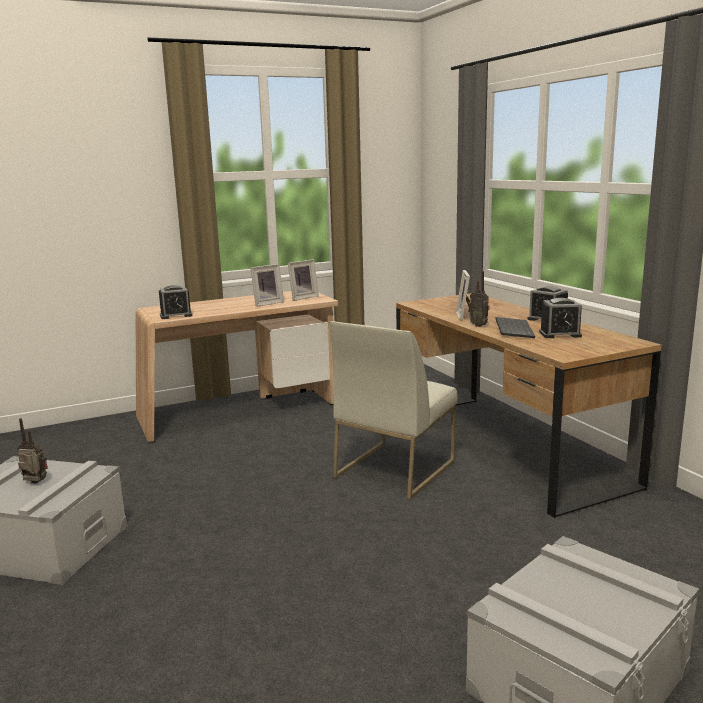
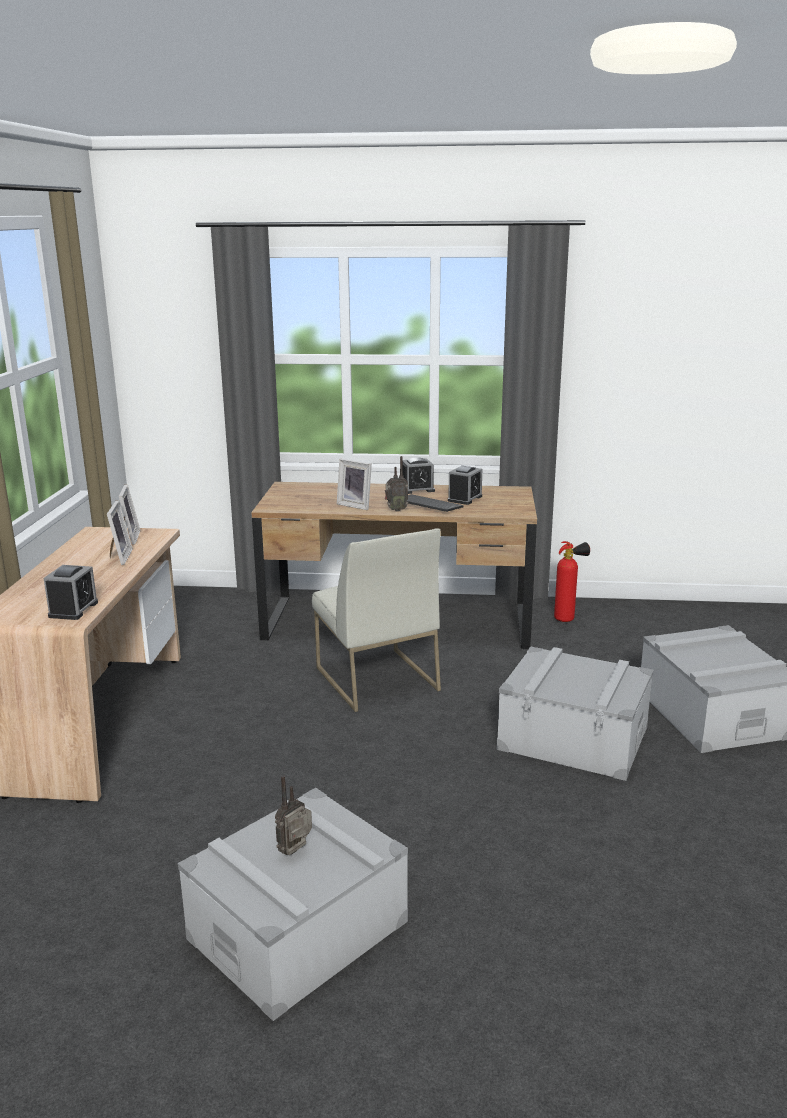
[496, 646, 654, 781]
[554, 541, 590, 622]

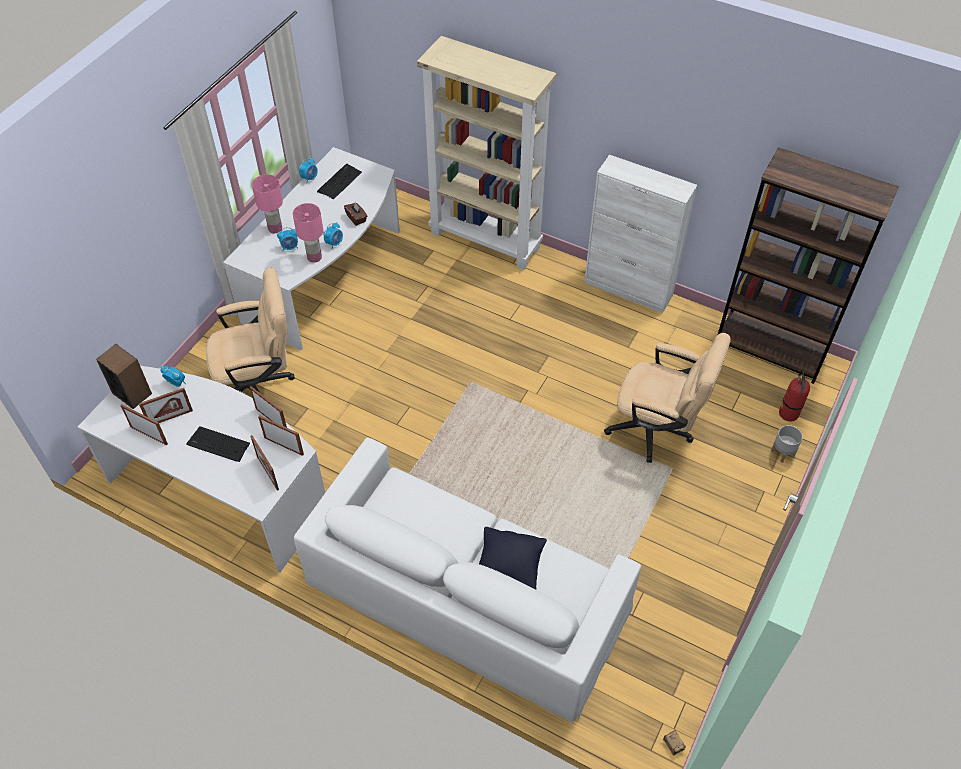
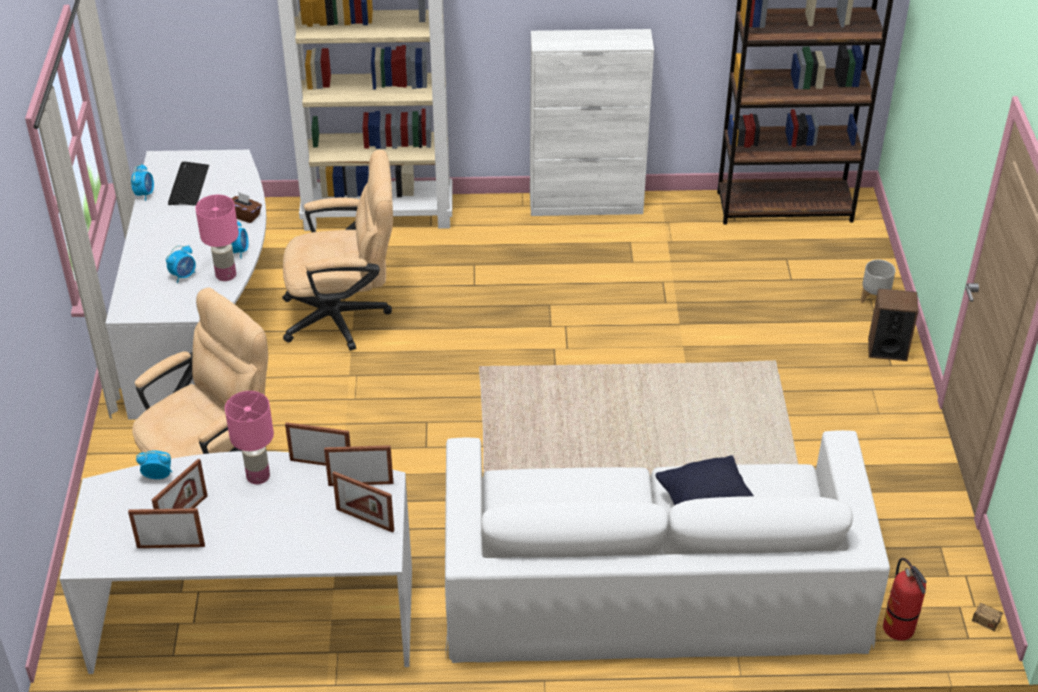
[868, 288, 918, 361]
[186, 426, 250, 462] (first image)
[225, 391, 274, 484]
[282, 150, 393, 351]
[883, 558, 927, 641]

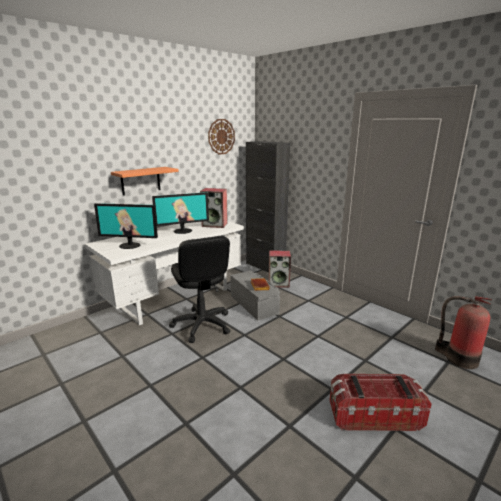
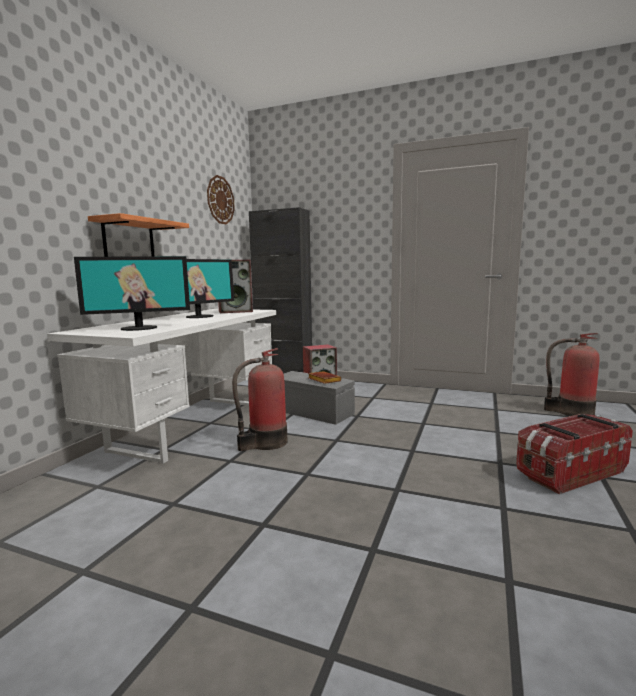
[232, 348, 287, 451]

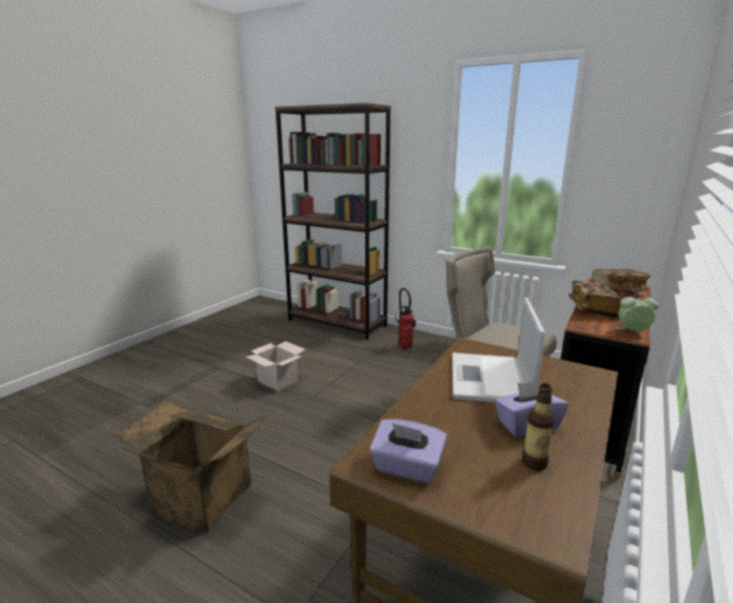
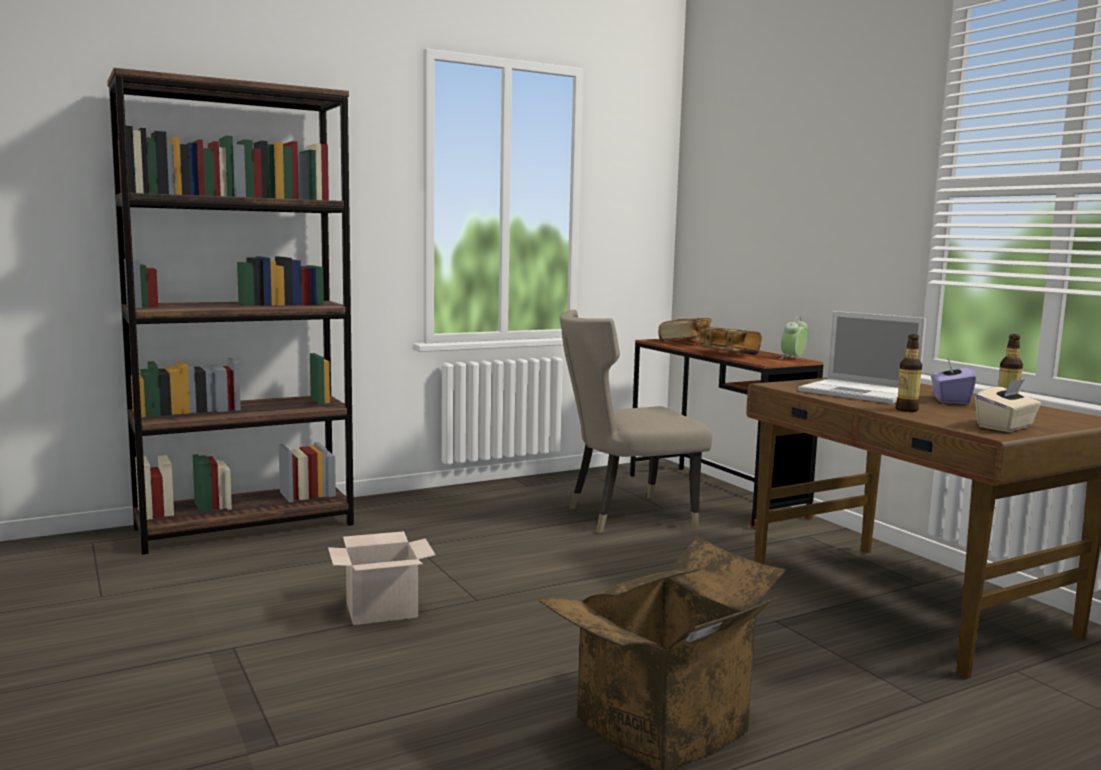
[975, 379, 1041, 432]
[395, 288, 416, 349] (first image)
[896, 334, 922, 412]

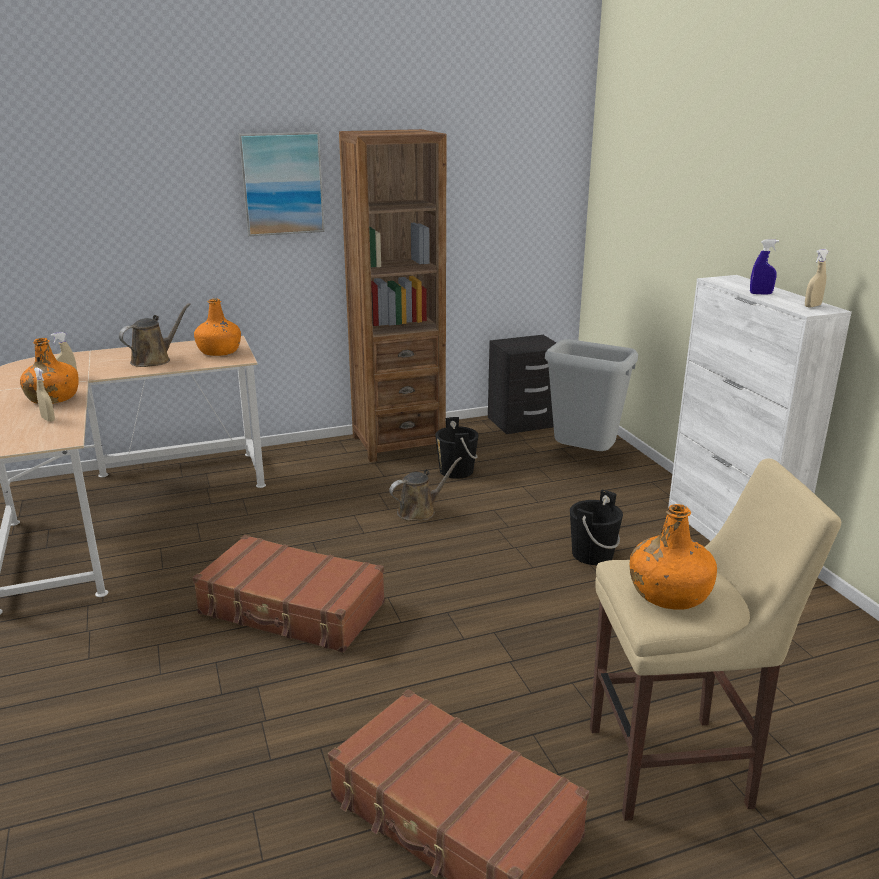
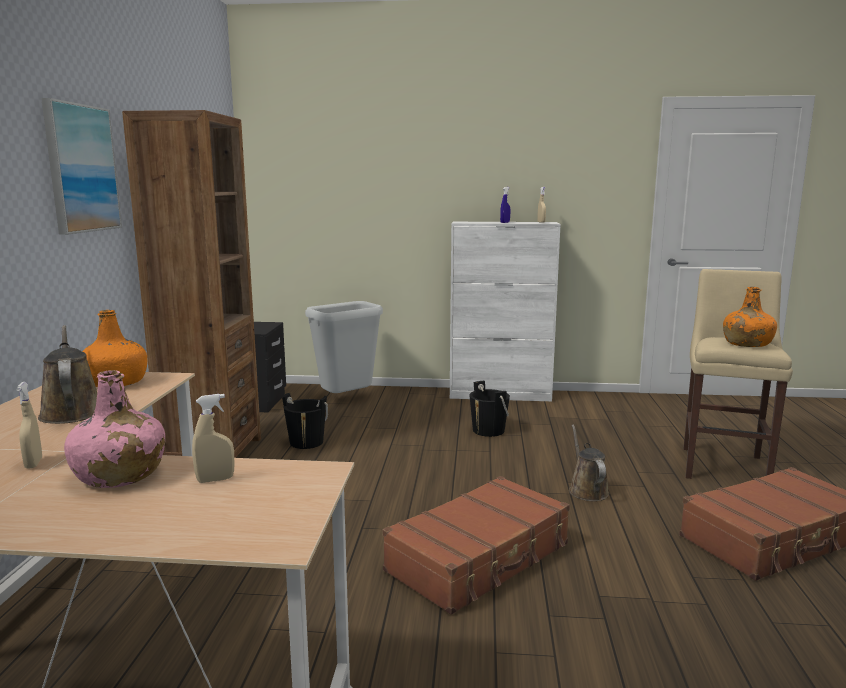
[64, 370, 165, 488]
[569, 424, 609, 502]

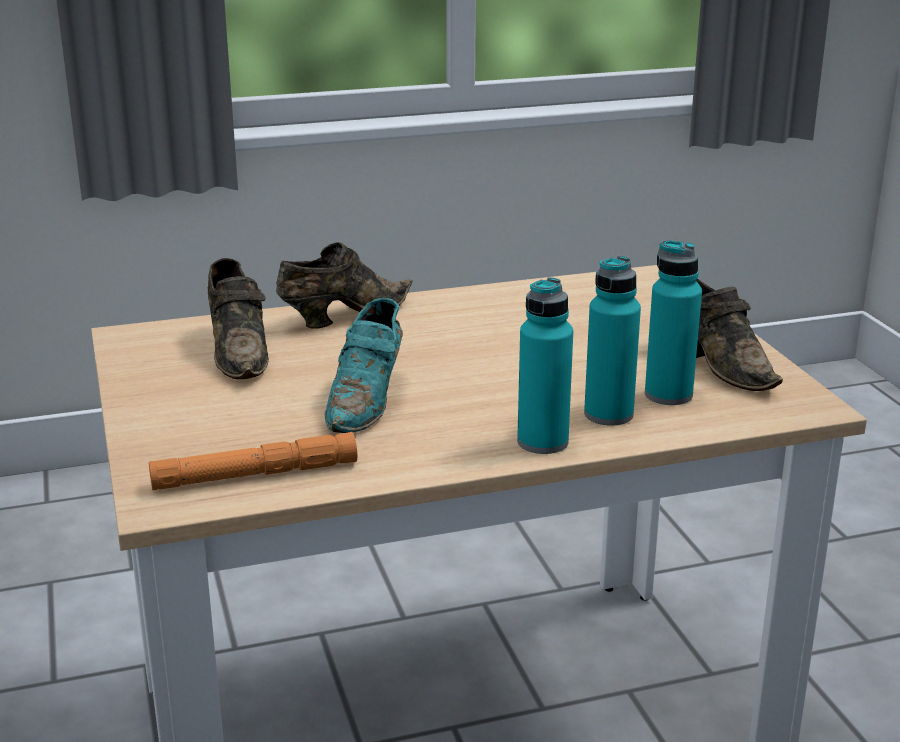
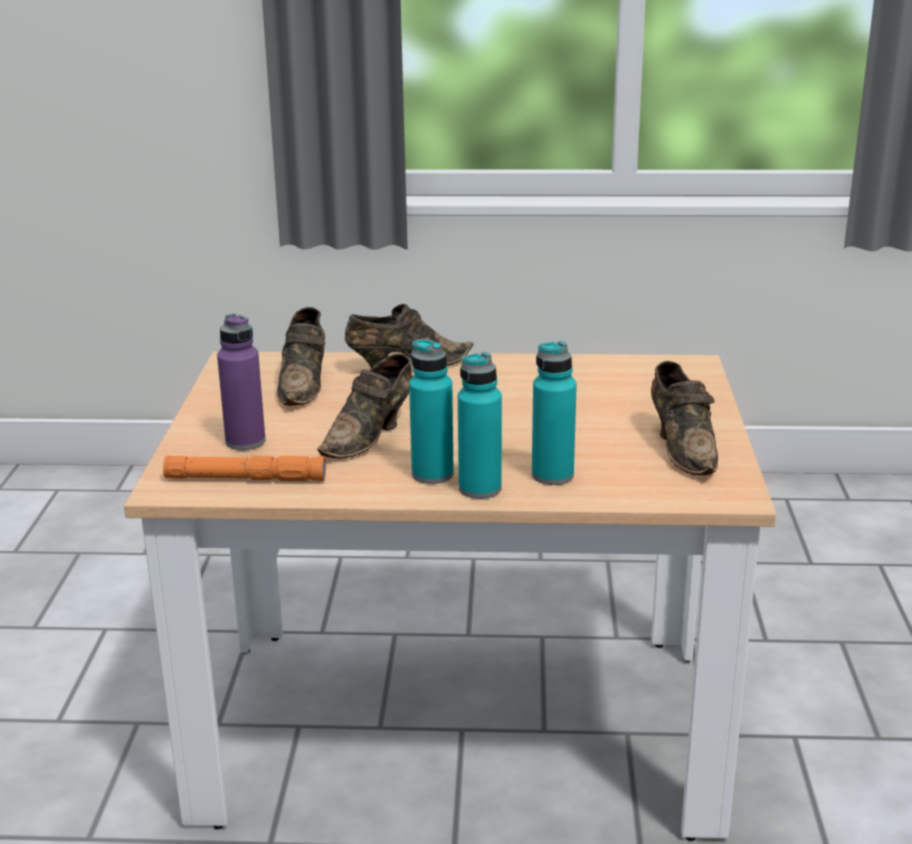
[317, 354, 413, 459]
[409, 339, 454, 484]
[217, 313, 266, 450]

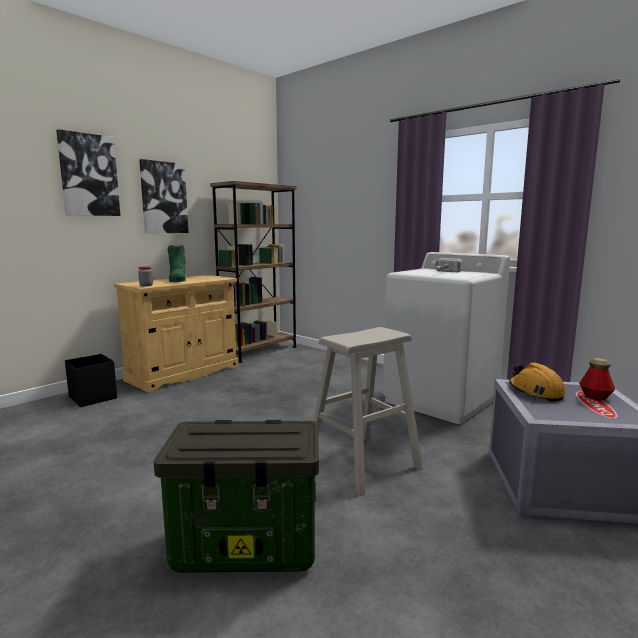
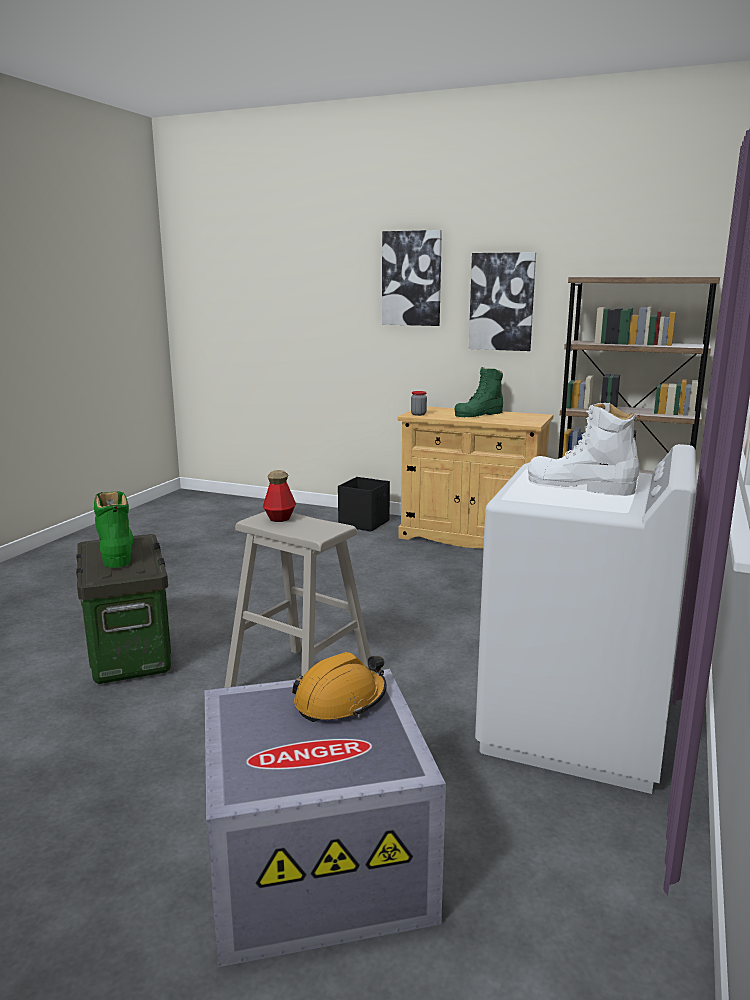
[528, 403, 640, 496]
[263, 470, 296, 522]
[94, 491, 133, 568]

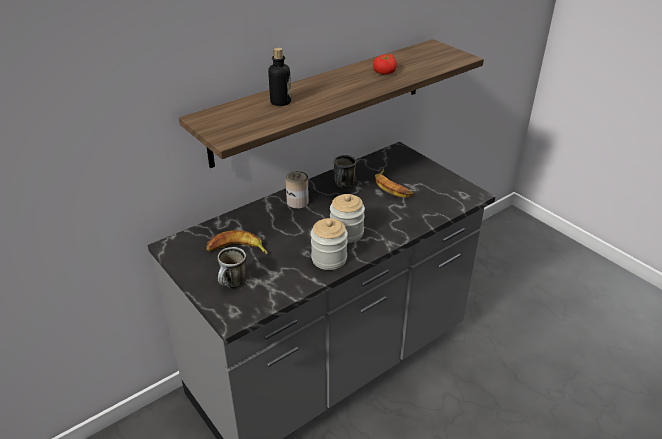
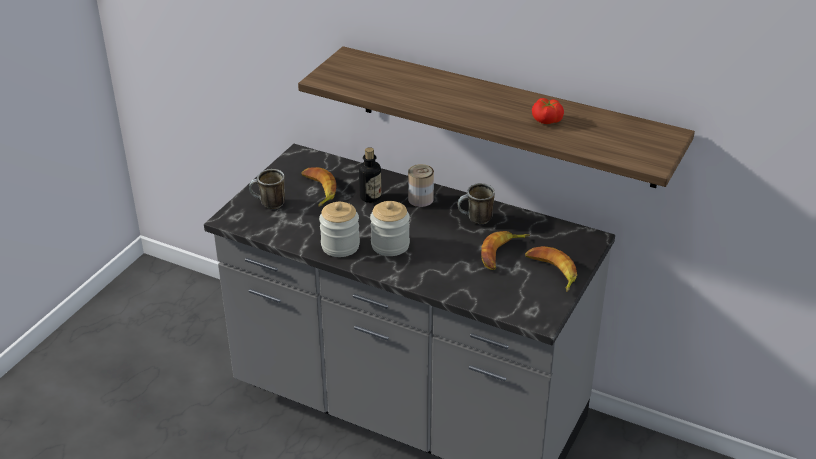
[359, 147, 381, 203]
[525, 246, 577, 292]

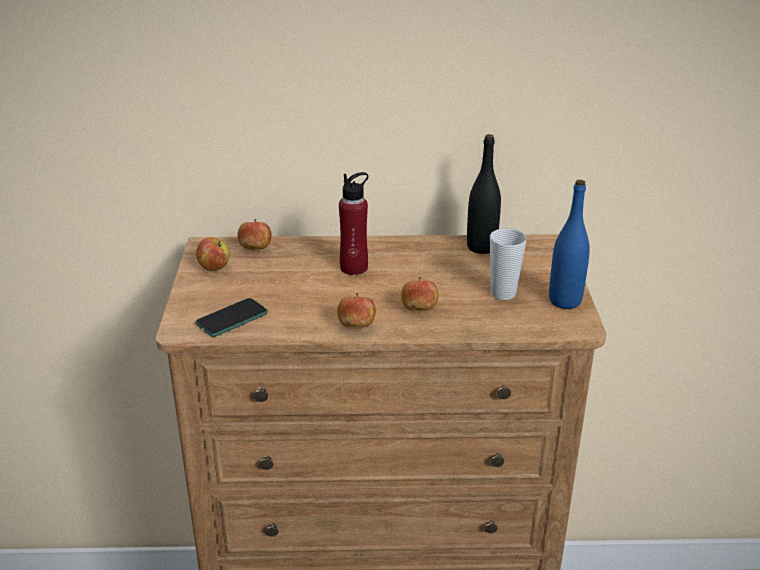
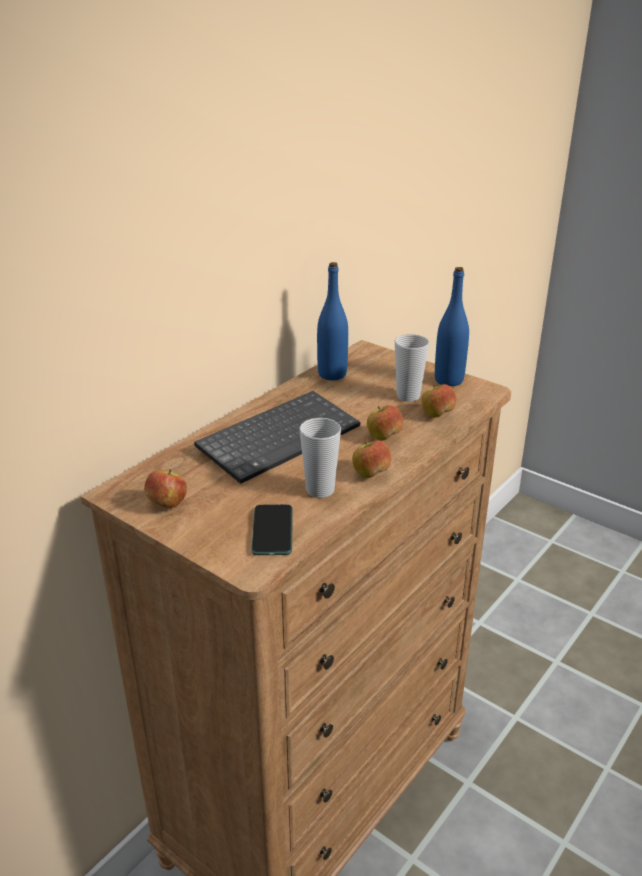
[421, 384, 456, 417]
[194, 391, 361, 484]
[317, 262, 348, 380]
[299, 418, 341, 498]

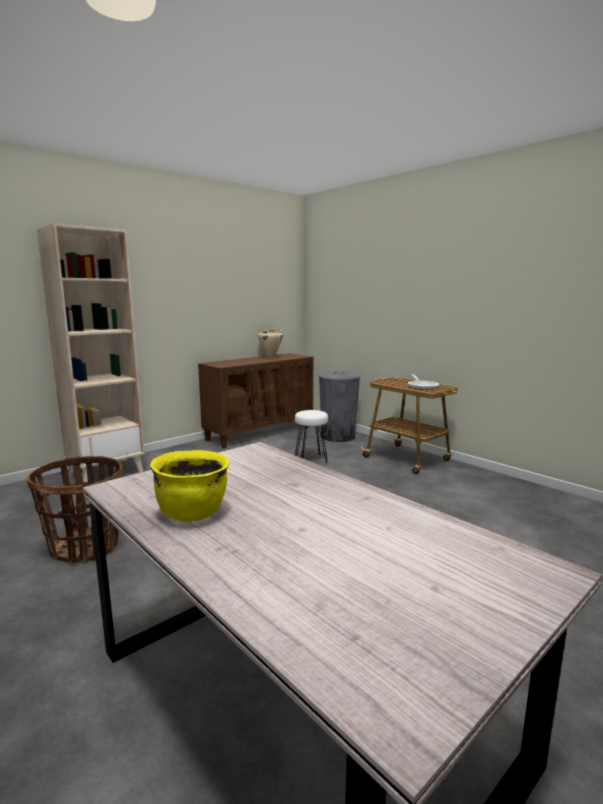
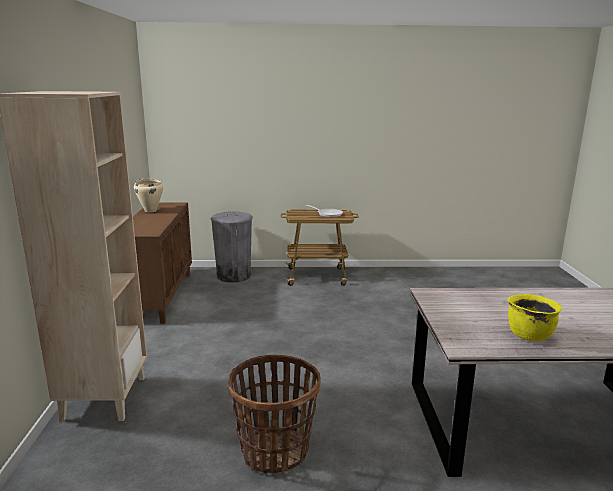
[295, 410, 328, 463] (first image)

